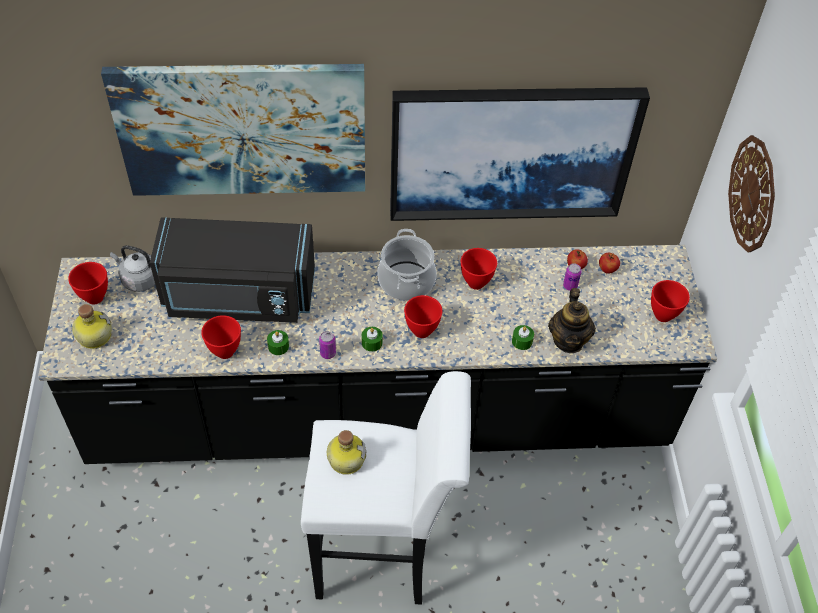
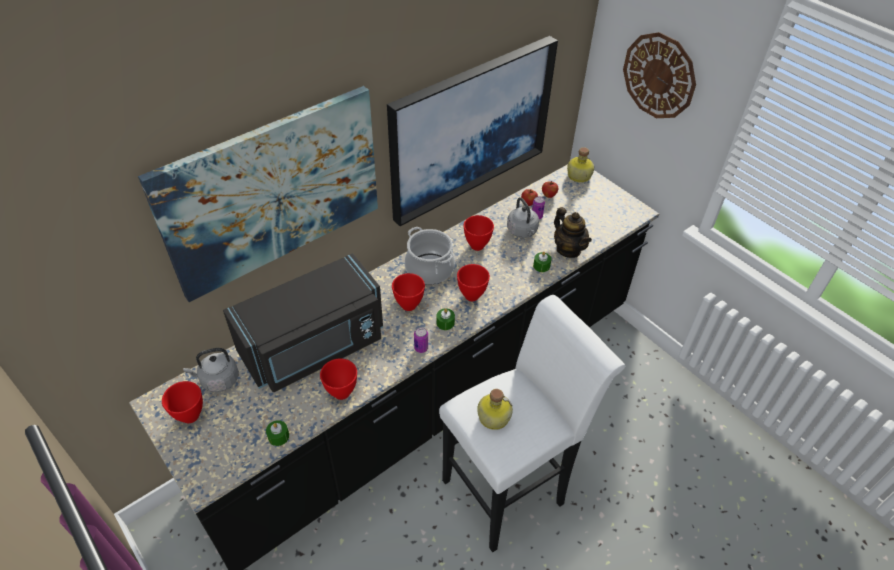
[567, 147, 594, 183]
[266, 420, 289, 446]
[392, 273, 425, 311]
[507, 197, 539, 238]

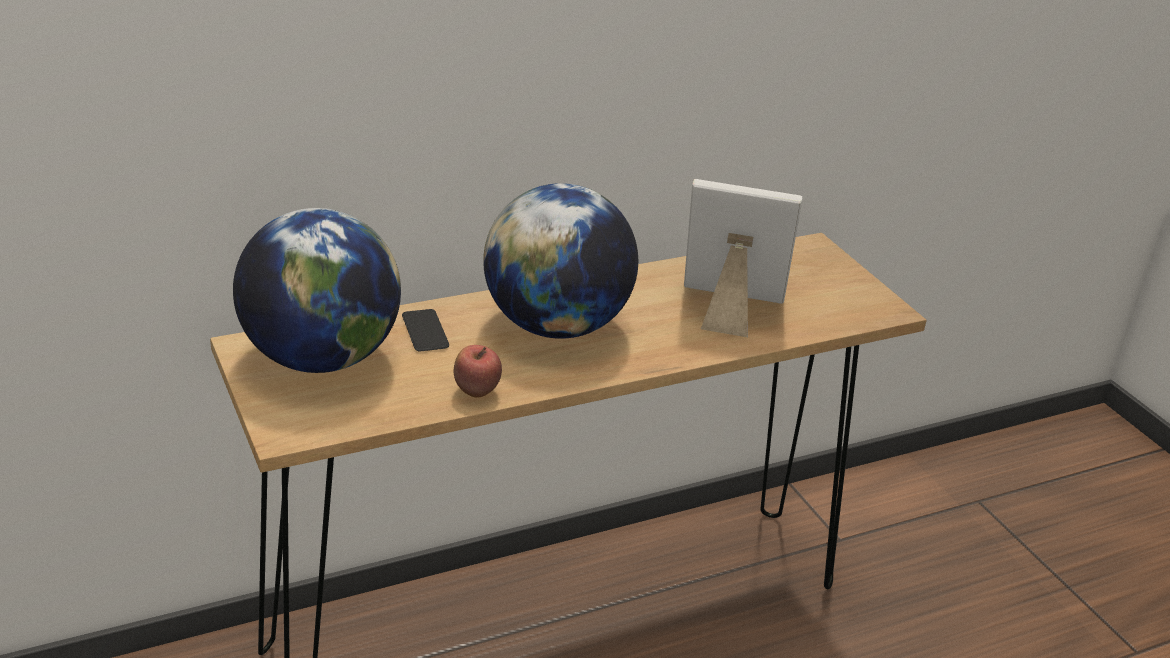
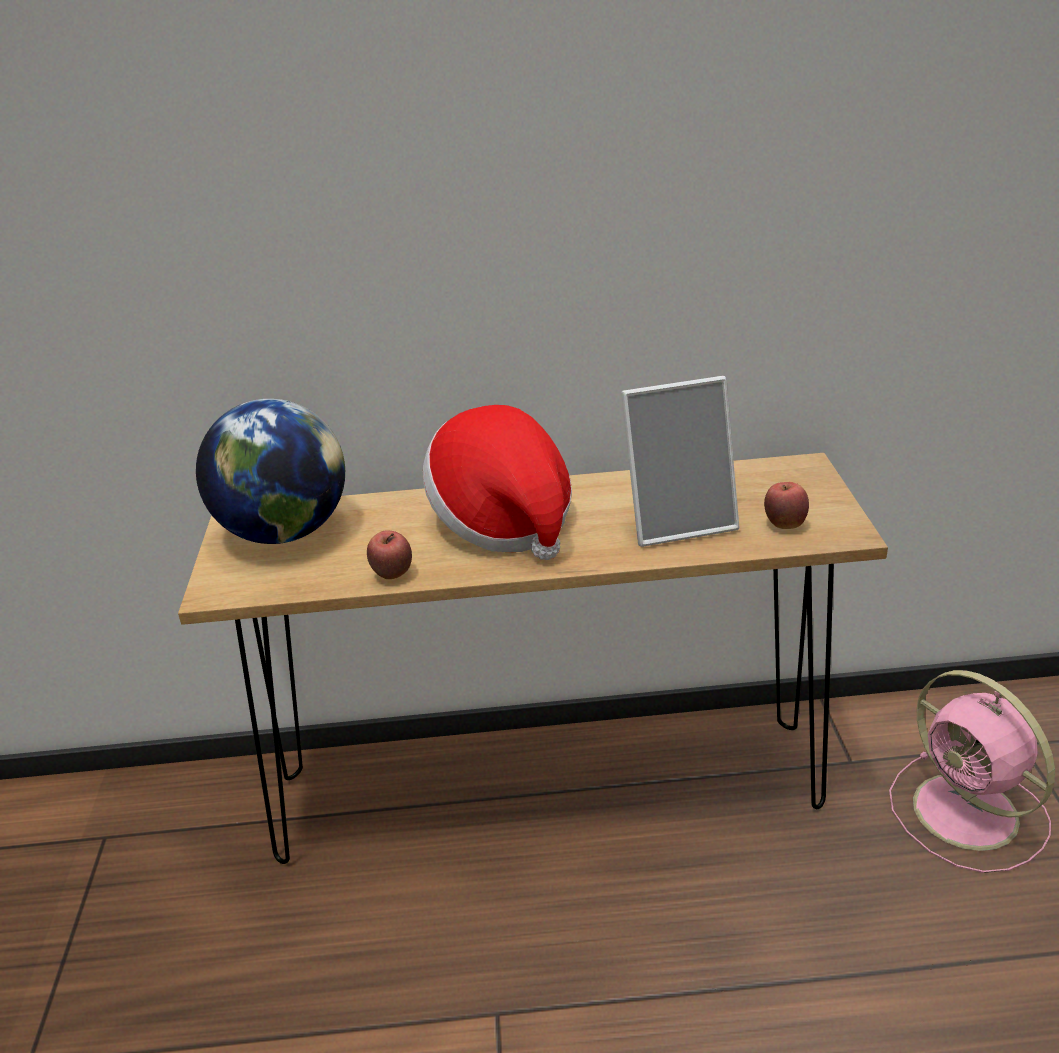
[402, 309, 449, 351] (first image)
[423, 405, 572, 560]
[621, 376, 739, 547]
[764, 482, 809, 529]
[889, 670, 1055, 873]

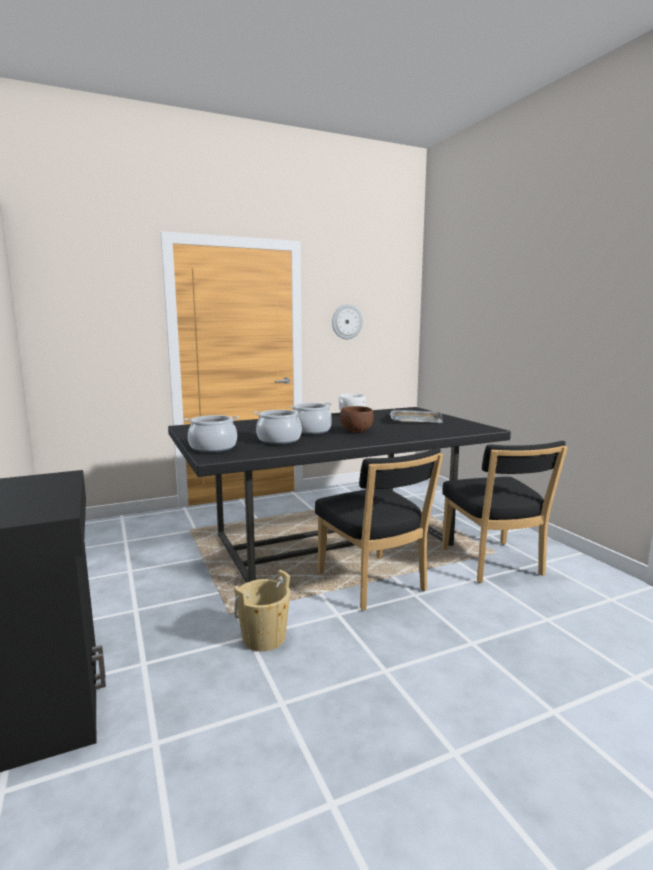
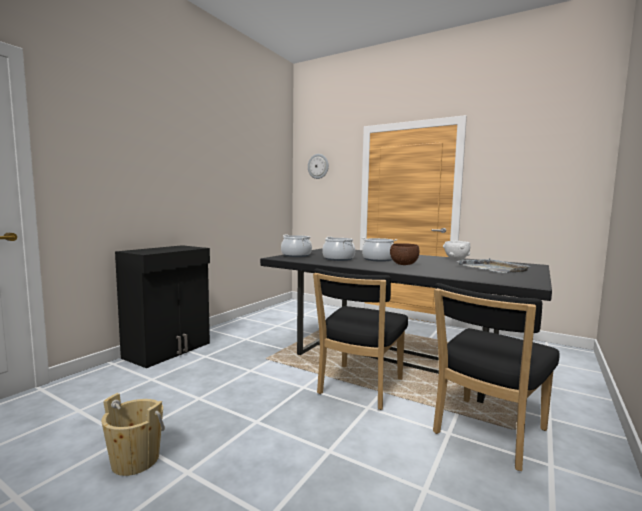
[101, 393, 165, 476]
[308, 154, 329, 179]

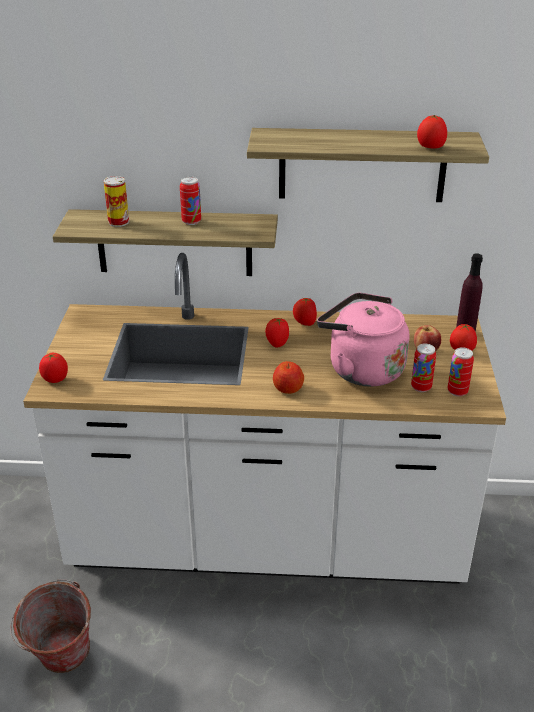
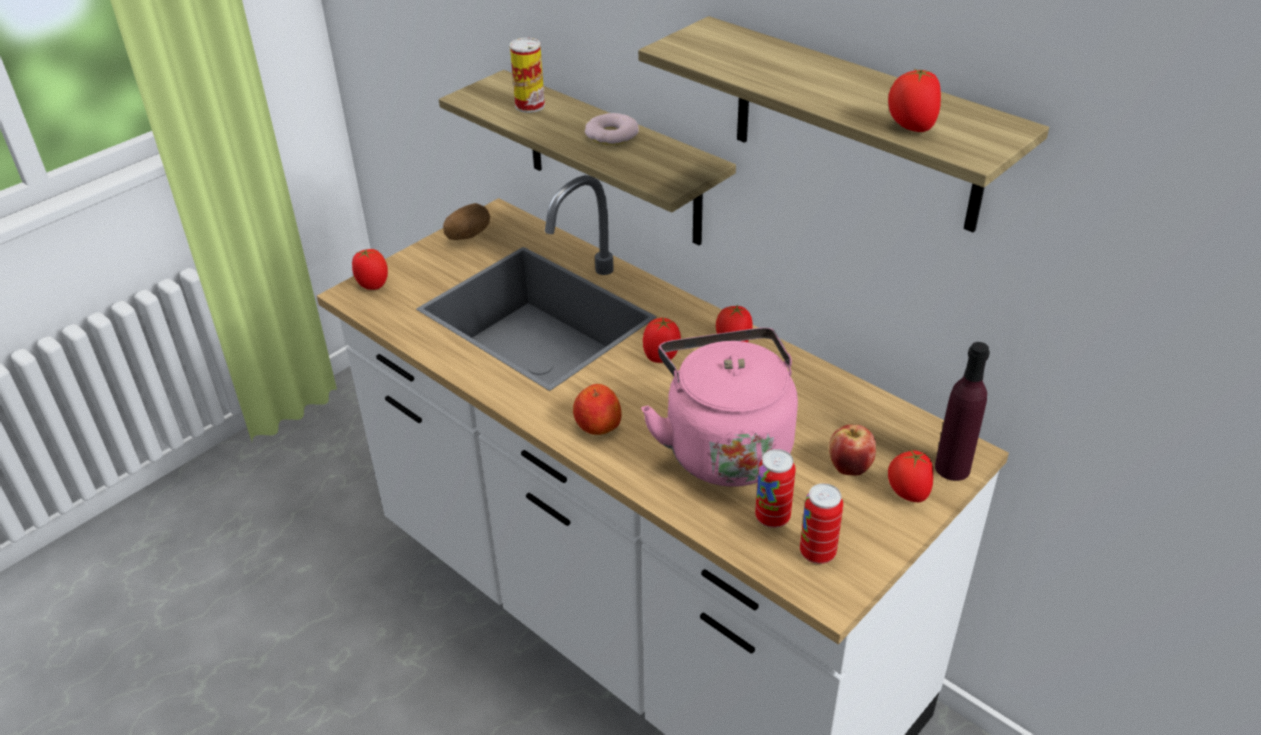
[10, 580, 91, 673] (first image)
[585, 113, 639, 145]
[443, 203, 490, 240]

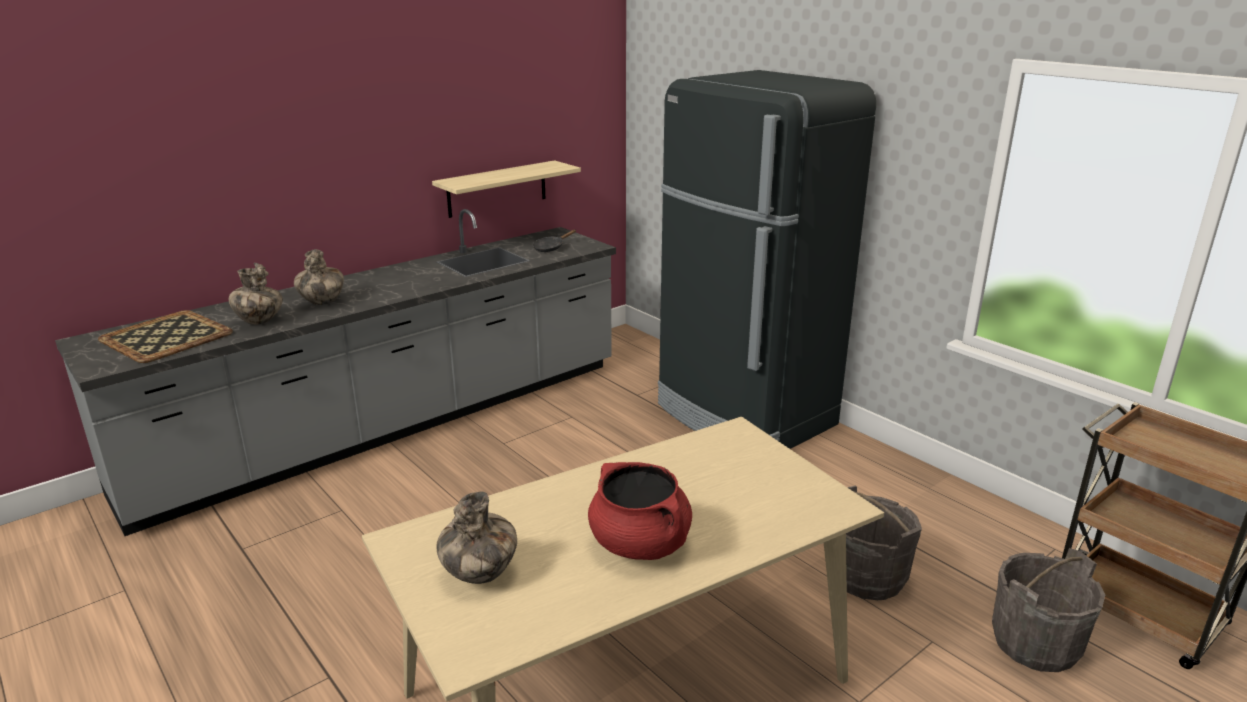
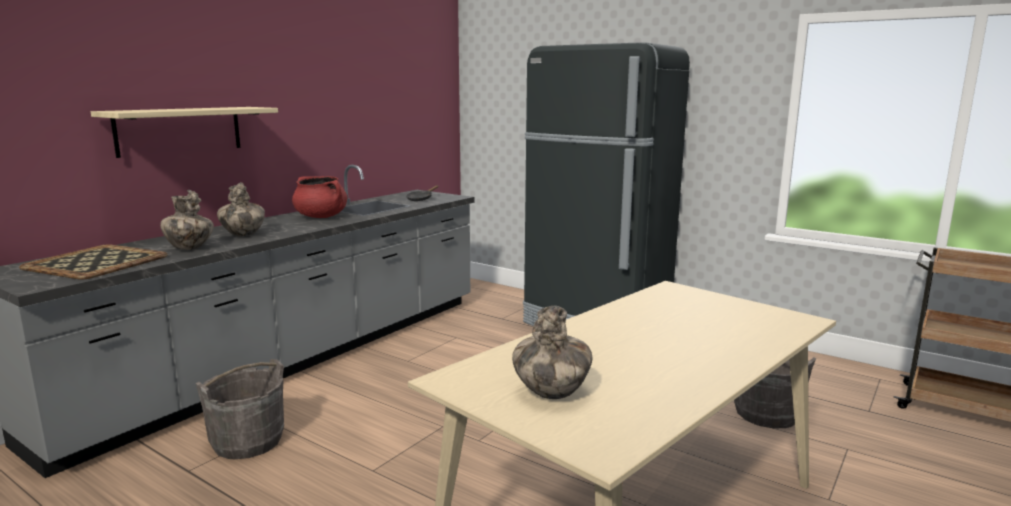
[91, 107, 278, 158]
[292, 176, 348, 218]
[196, 359, 284, 459]

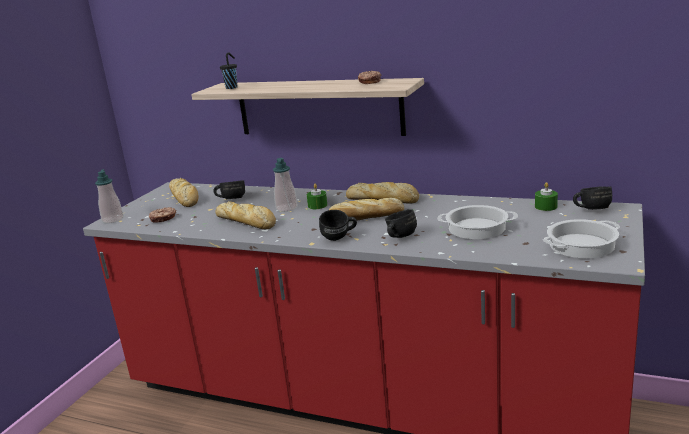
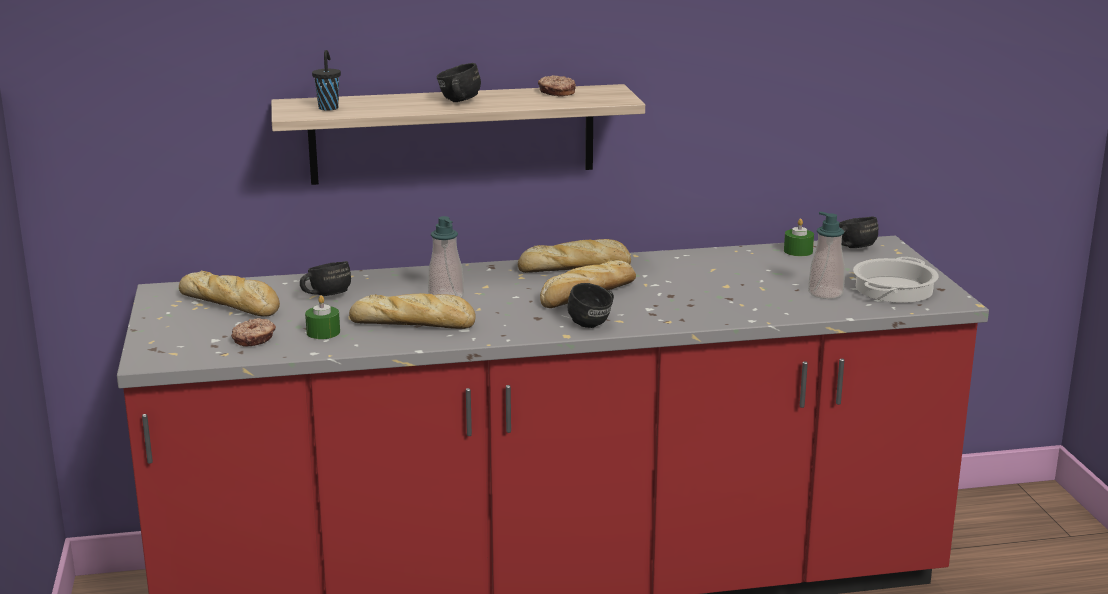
[808, 212, 845, 299]
[305, 295, 340, 339]
[437, 63, 481, 102]
[437, 205, 518, 239] (first image)

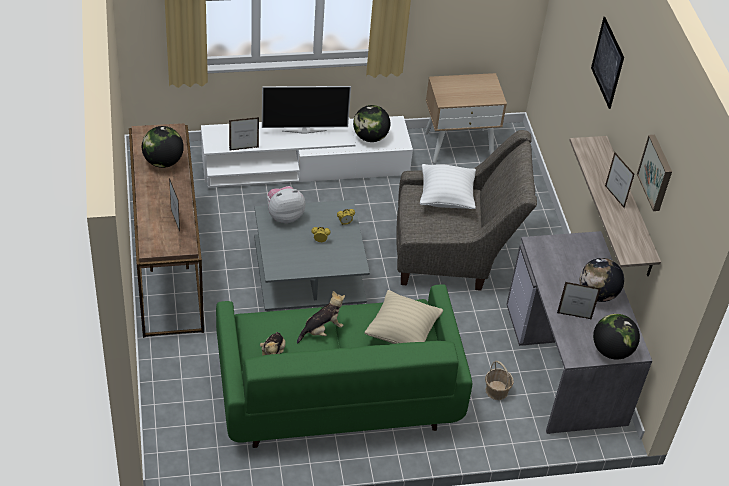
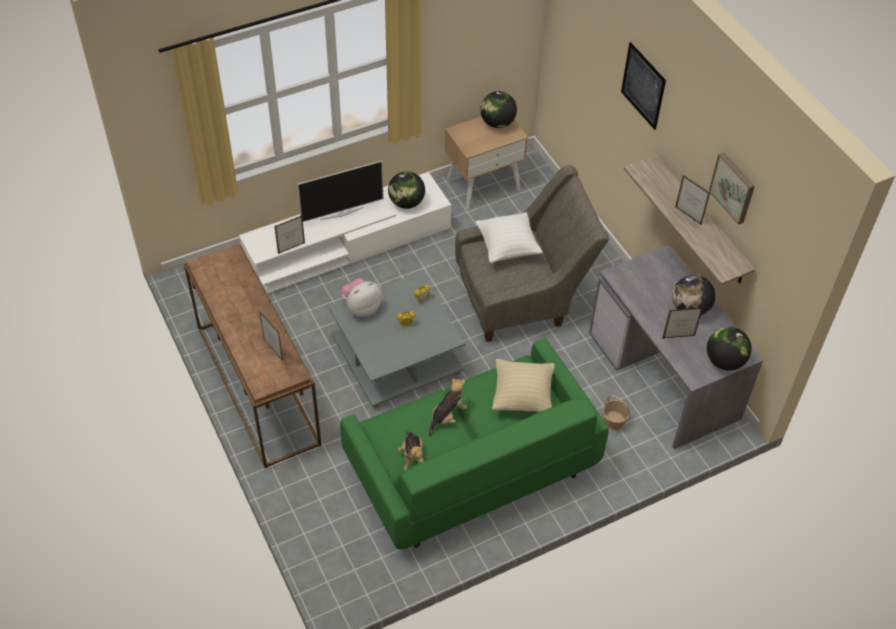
[480, 91, 517, 128]

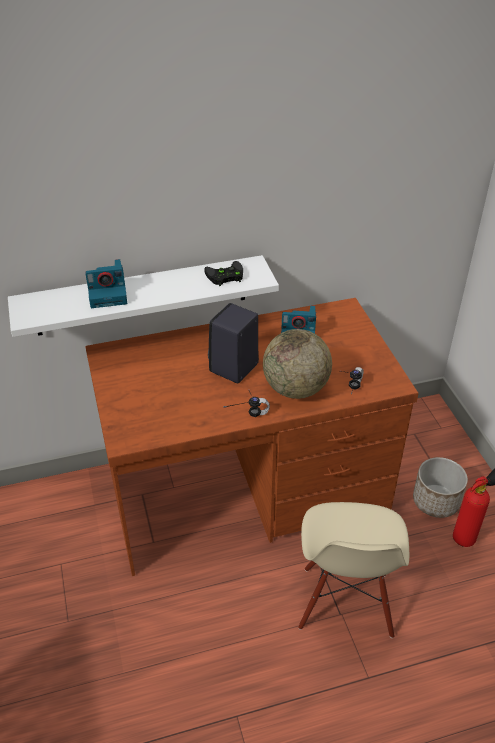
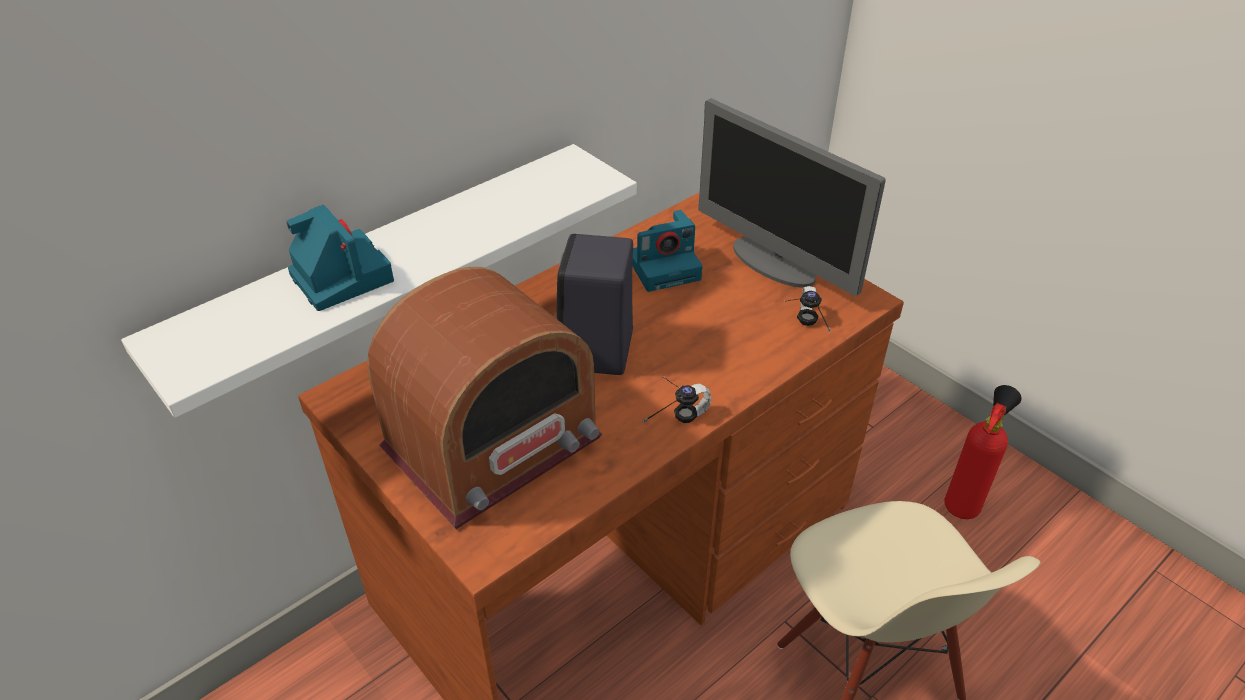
[286, 205, 394, 311]
[204, 261, 243, 286] (first image)
[263, 329, 332, 399] (first image)
[413, 457, 468, 518] (first image)
[367, 267, 602, 529]
[698, 98, 886, 296]

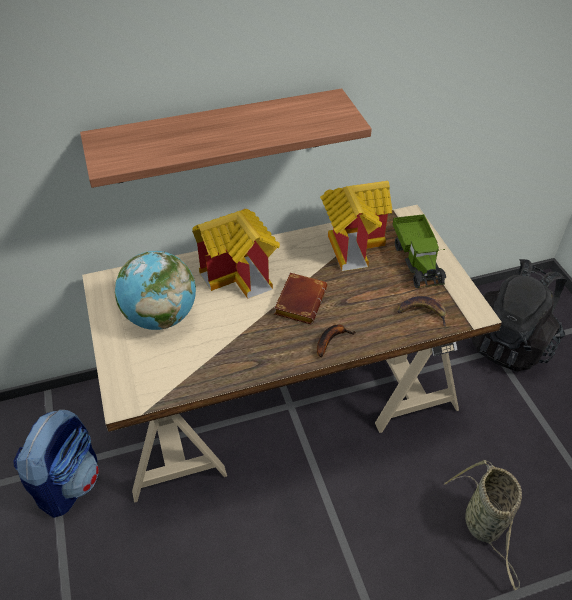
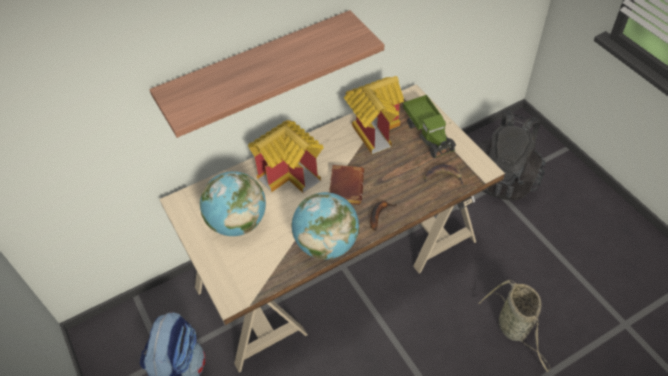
[292, 192, 359, 260]

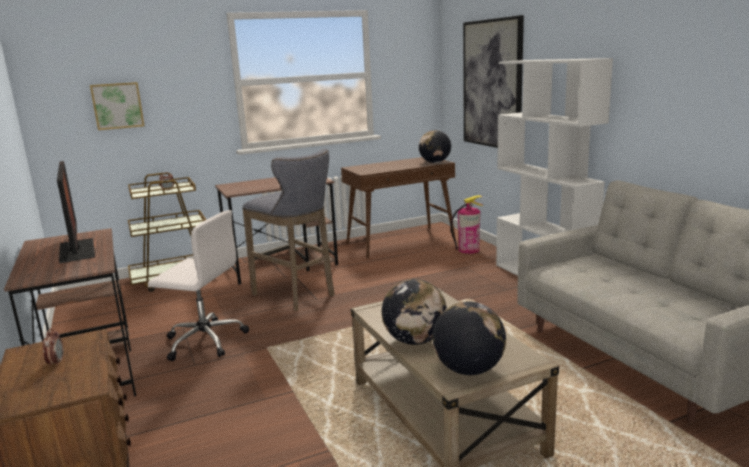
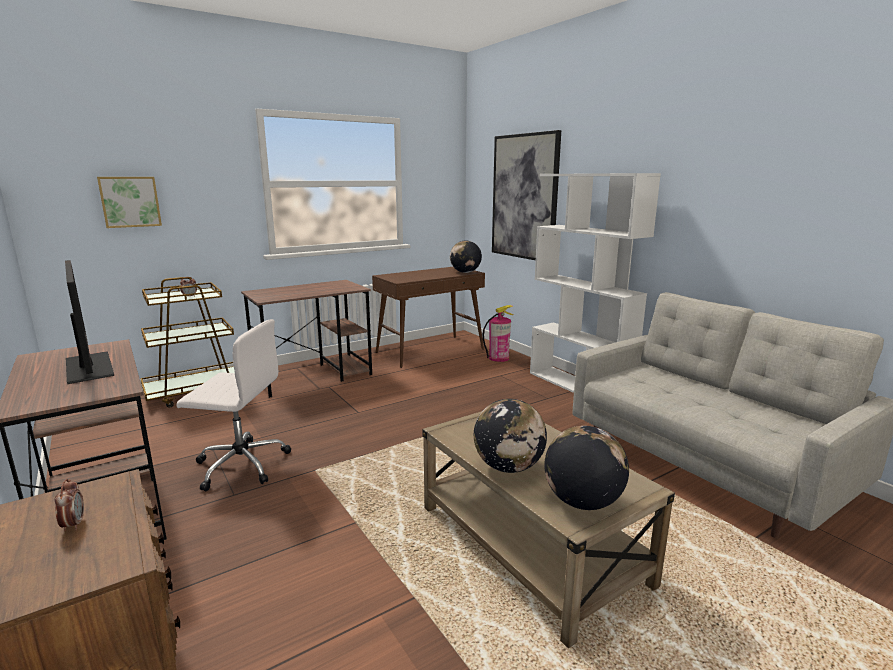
[242, 149, 335, 311] (first image)

